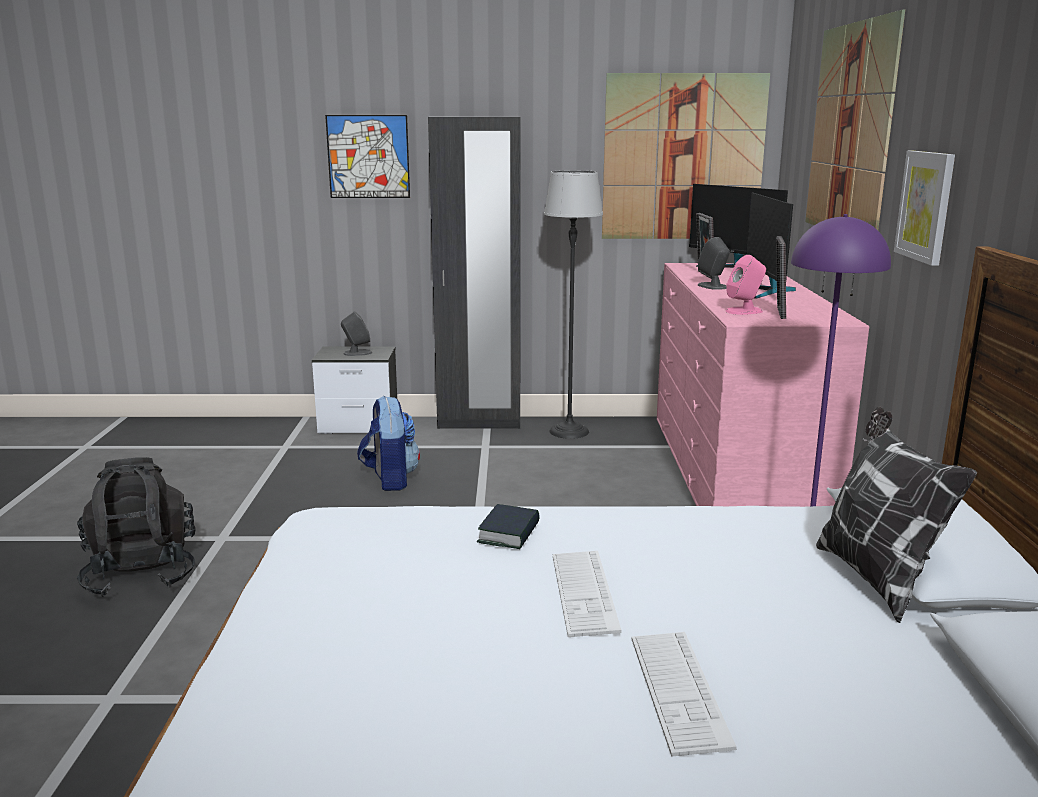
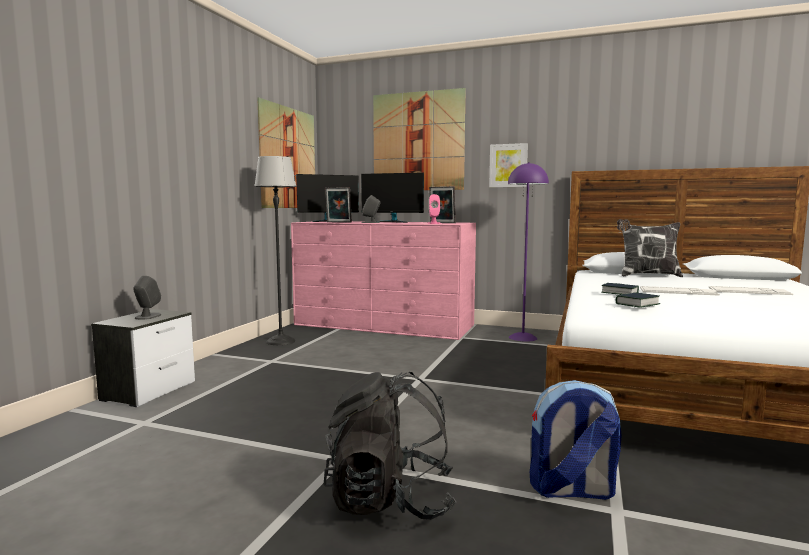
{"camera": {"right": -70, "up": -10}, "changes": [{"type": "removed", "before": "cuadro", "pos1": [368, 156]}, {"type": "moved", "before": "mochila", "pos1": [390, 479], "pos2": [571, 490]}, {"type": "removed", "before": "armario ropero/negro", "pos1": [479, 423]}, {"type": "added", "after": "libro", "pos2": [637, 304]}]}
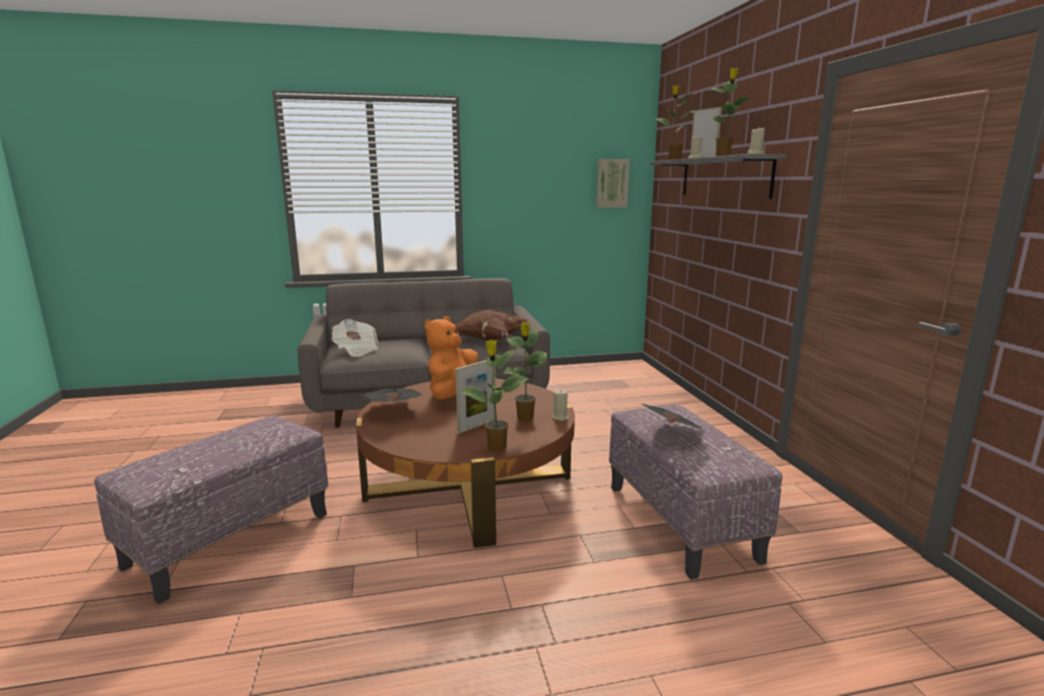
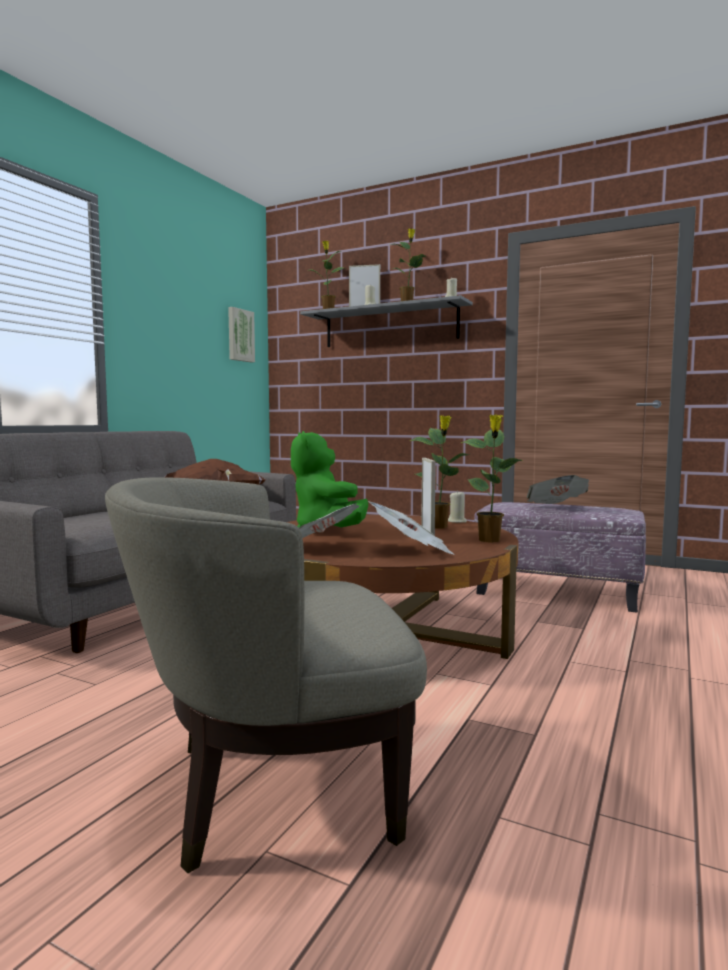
{"camera": {"right": -50, "up": -10}, "changes": [{"type": "replaced", "before": "puf", "after": "sillón/beis", "pos1": [230, 538], "pos2": [272, 789]}, {"type": "moved", "before": "periódico", "pos1": [356, 350], "pos2": [412, 551]}, {"type": "recoloured", "before": "peluche/naranja", "after": "peluche/verde", "pos1": [454, 395], "pos2": [326, 530]}]}
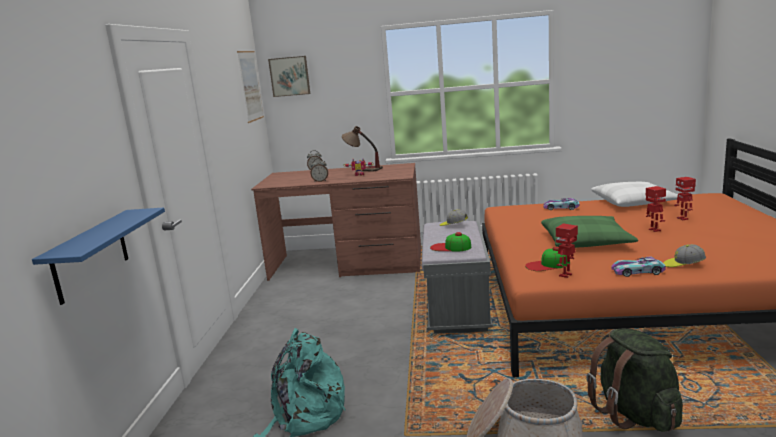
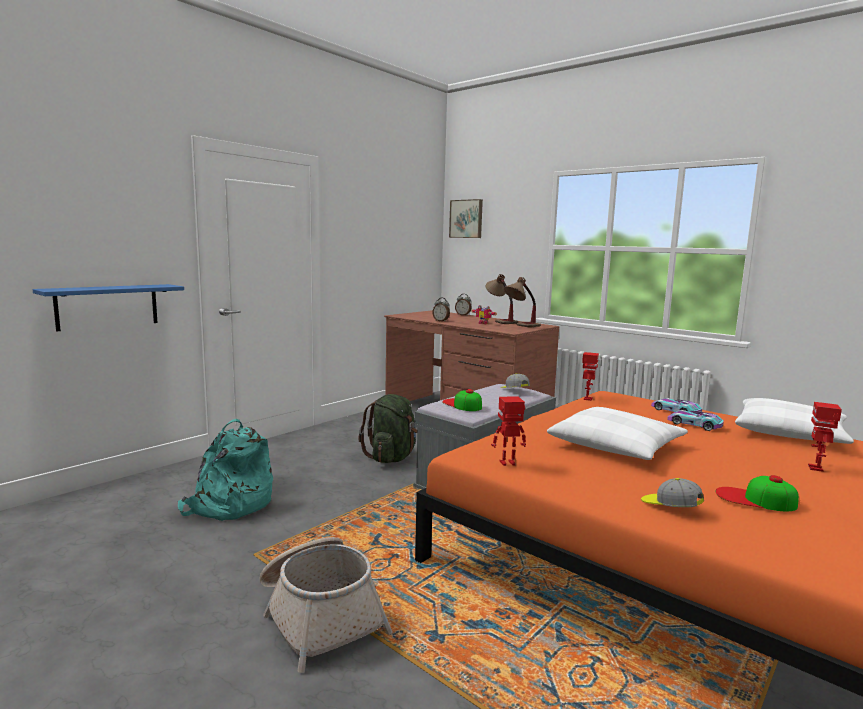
{"camera": {"right": 35, "up": -5}, "changes": [{"type": "removed", "before": "cuadro", "pos1": [250, 86]}, {"type": "moved", "before": "gorra", "pos1": [547, 265], "pos2": [755, 499]}, {"type": "recoloured", "before": "cojín/verde", "after": "cojín/blanco", "pos1": [586, 241], "pos2": [616, 446]}, {"type": "moved", "before": "mochila/verde", "pos1": [635, 414], "pos2": [391, 457]}, {"type": "moved", "before": "coche de juguete", "pos1": [637, 271], "pos2": [694, 424]}, {"type": "moved", "before": "robot de juguete", "pos1": [654, 230], "pos2": [587, 399]}, {"type": "added", "after": "lámpara de mesa", "pos2": [521, 326]}]}
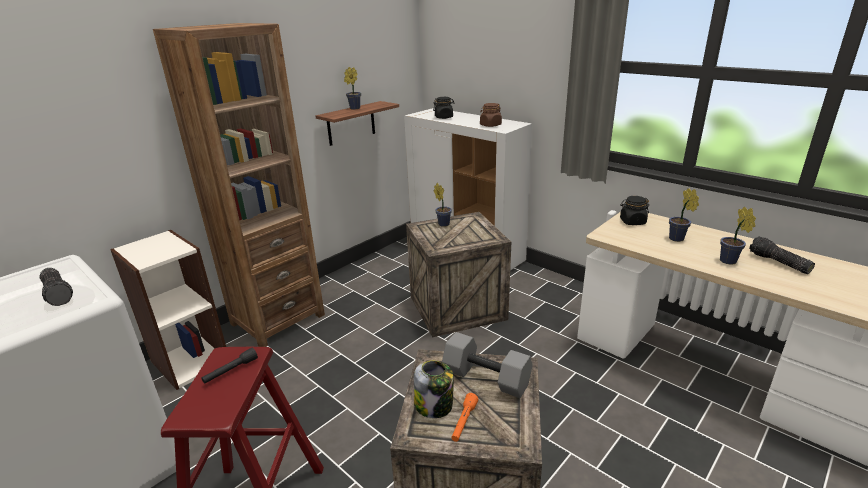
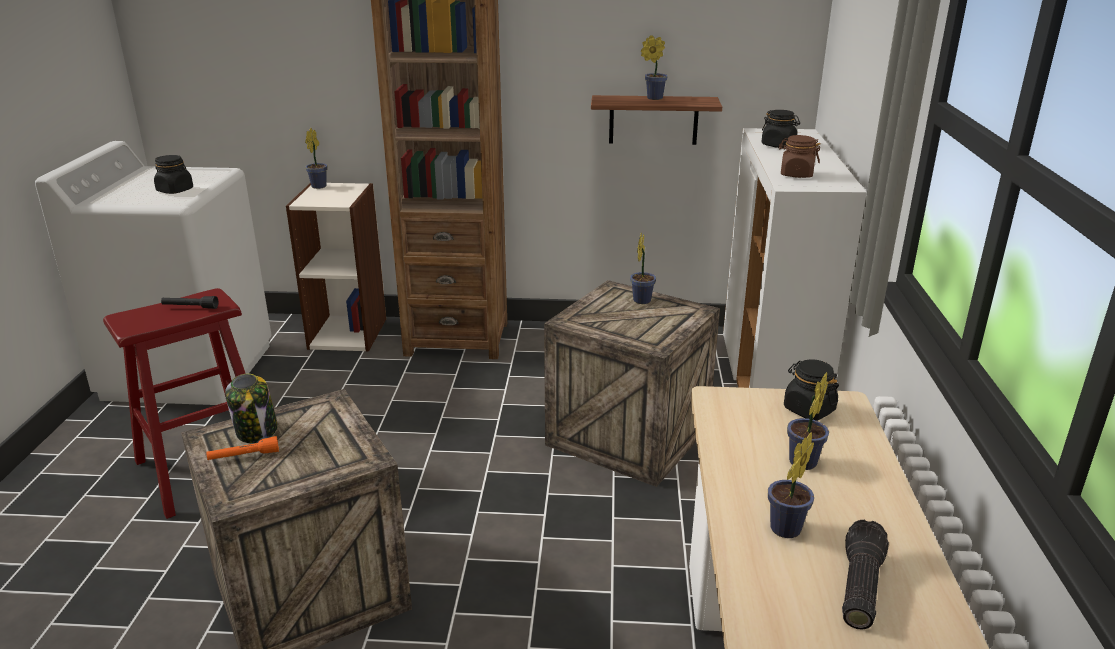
{"camera": {"right": 50, "up": 0}, "changes": [{"type": "replaced", "before": "linterna", "after": "tarro/negro", "pos1": [59, 293], "pos2": [175, 190]}, {"type": "removed", "before": "mancuerna/gris", "pos1": [485, 378]}, {"type": "added", "after": "planta en maceta", "pos2": [320, 186]}]}
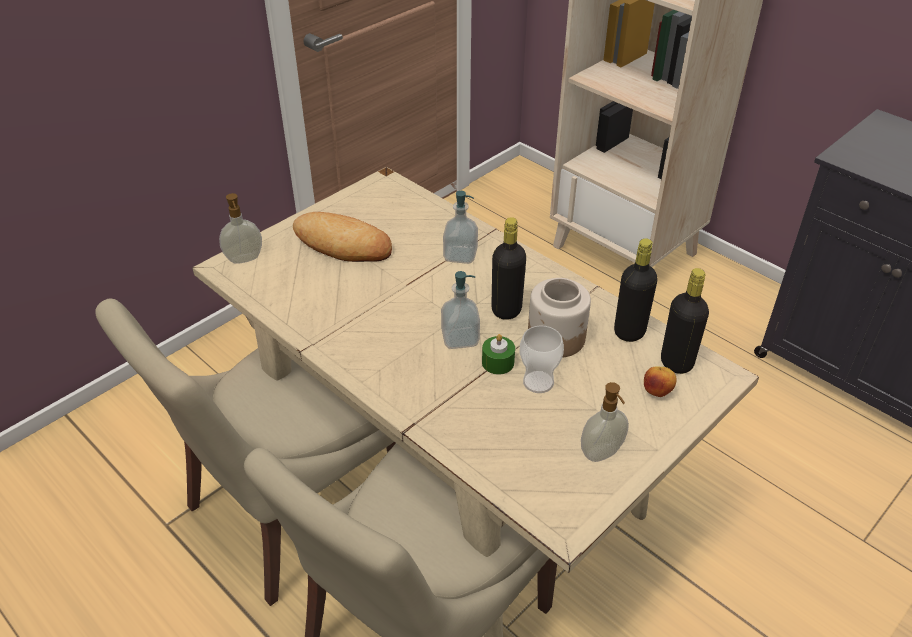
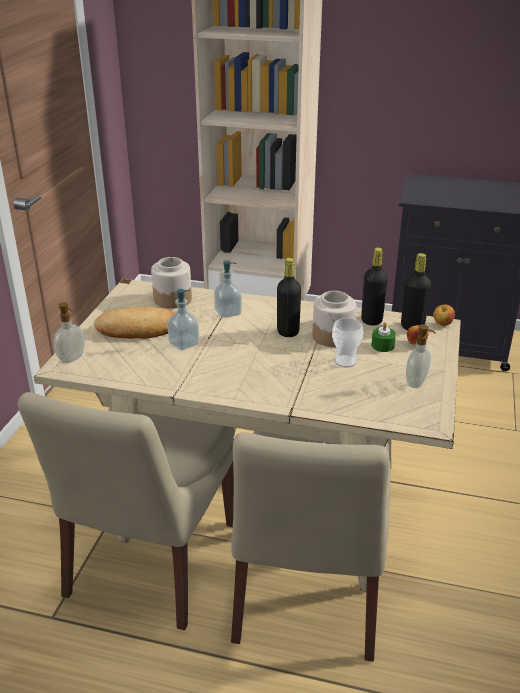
{"camera": {"right": -30, "up": -10}, "changes": [{"type": "moved", "before": "dispensador de jabón", "pos1": [460, 338], "pos2": [184, 343]}, {"type": "moved", "before": "vela/verde", "pos1": [498, 362], "pos2": [382, 345]}, {"type": "added", "after": "tarro", "pos2": [172, 299]}, {"type": "added", "after": "manzana", "pos2": [442, 324]}]}
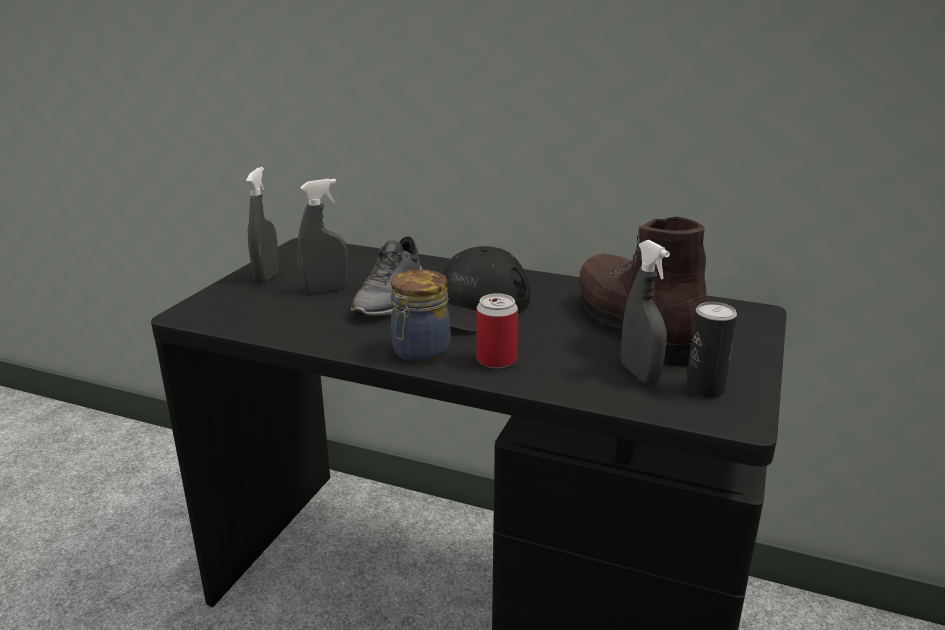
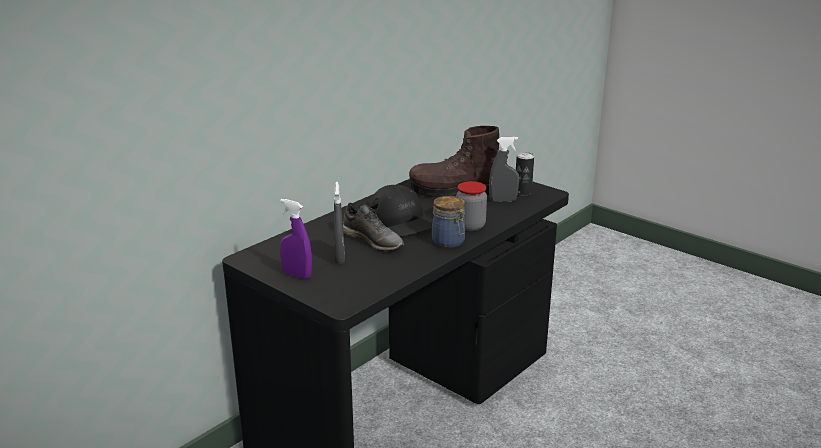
{"camera": {"right": -70, "up": 0}, "changes": [{"type": "recoloured", "before": "pulverizador/gris", "after": "pulverizador/morado", "pos1": [267, 276], "pos2": [297, 275]}, {"type": "replaced", "before": "lata", "after": "tarro", "pos1": [496, 360], "pos2": [470, 226]}]}
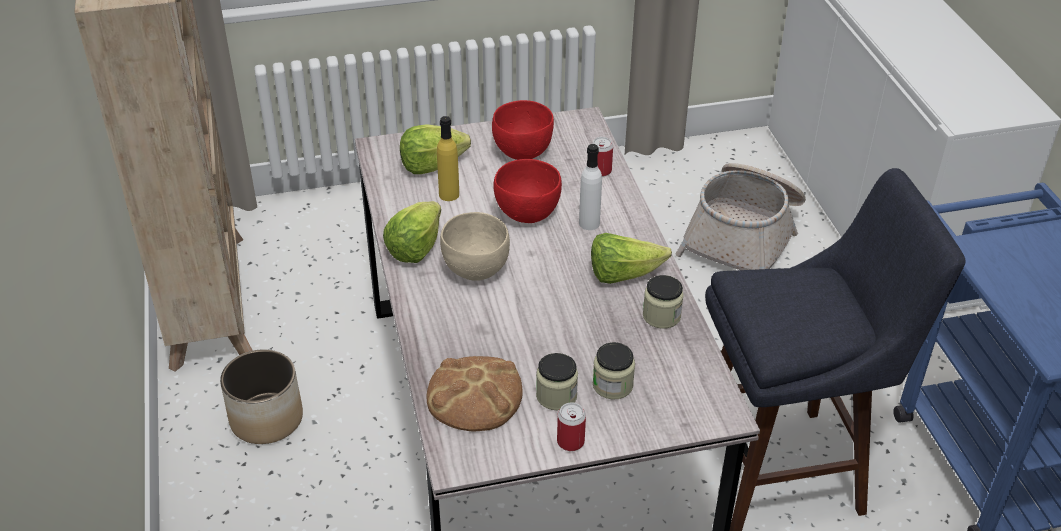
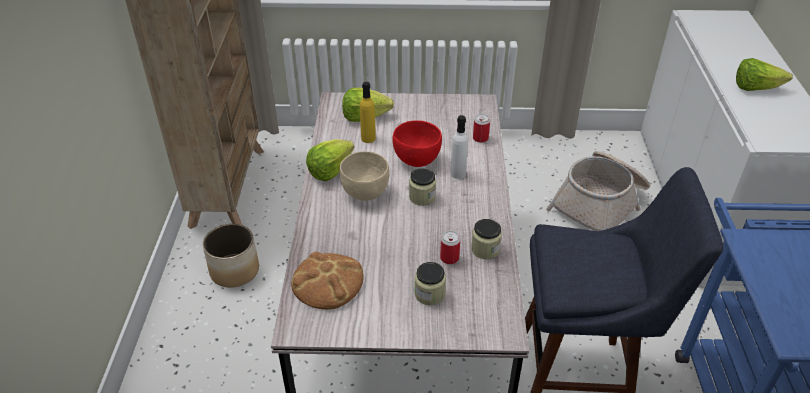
{"camera": {"right": 15, "up": 0}, "changes": [{"type": "removed", "before": "cuenco/rojo", "pos1": [522, 152]}, {"type": "moved", "before": "tarro", "pos1": [556, 396], "pos2": [422, 197]}, {"type": "moved", "before": "lata", "pos1": [570, 441], "pos2": [449, 258]}, {"type": "moved", "before": "lechuga", "pos1": [623, 274], "pos2": [755, 88]}]}
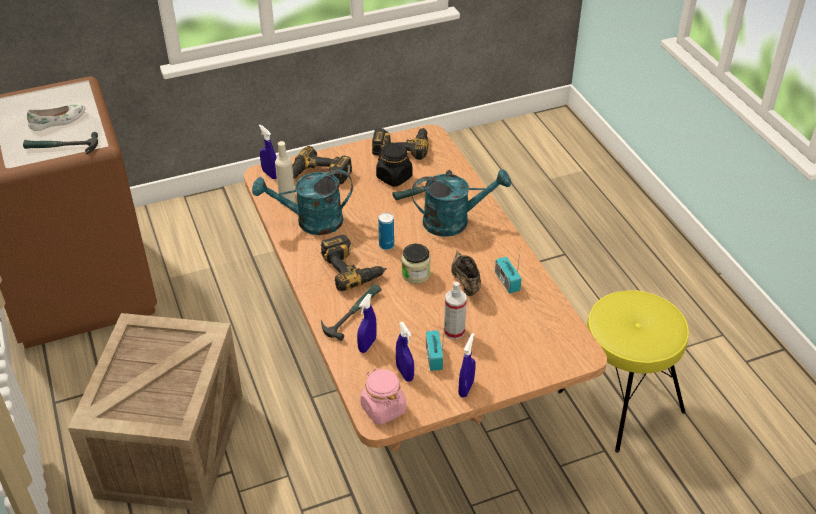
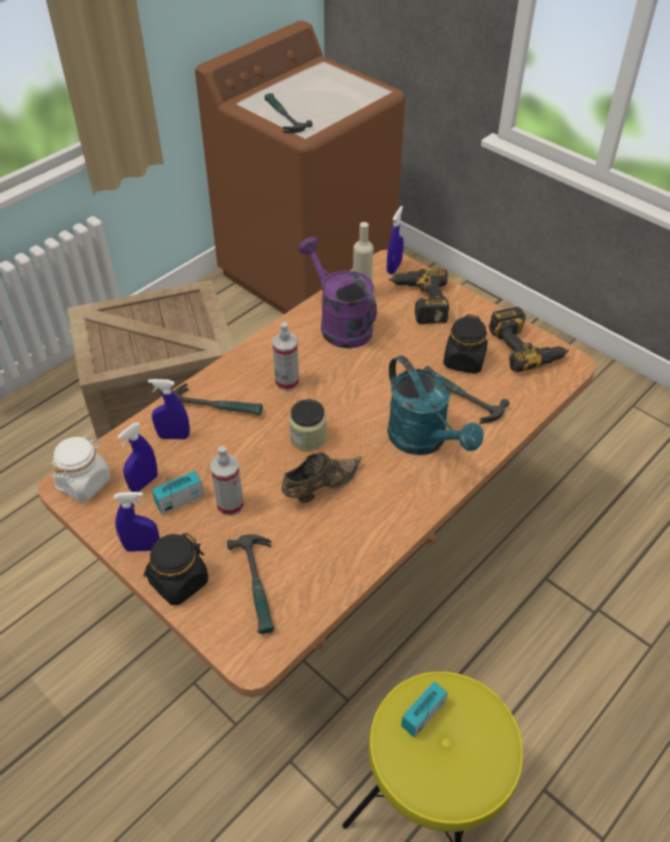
{"camera": {"right": 65, "up": 5}, "changes": [{"type": "removed", "before": "zapato/blanco", "pos1": [58, 121]}, {"type": "recoloured", "before": "regadera/turquesa", "after": "regadera/morado", "pos1": [311, 222], "pos2": [339, 324]}, {"type": "replaced", "before": "taladro", "after": "pulverizador", "pos1": [353, 268], "pos2": [287, 382]}, {"type": "recoloured", "before": "tarro/rosa", "after": "tarro/blanco", "pos1": [383, 408], "pos2": [84, 482]}, {"type": "removed", "before": "lata", "pos1": [386, 245]}, {"type": "moved", "before": "radio", "pos1": [507, 281], "pos2": [423, 714]}, {"type": "added", "after": "tarro/negro", "pos2": [179, 582]}, {"type": "added", "after": "martillo", "pos2": [258, 585]}]}
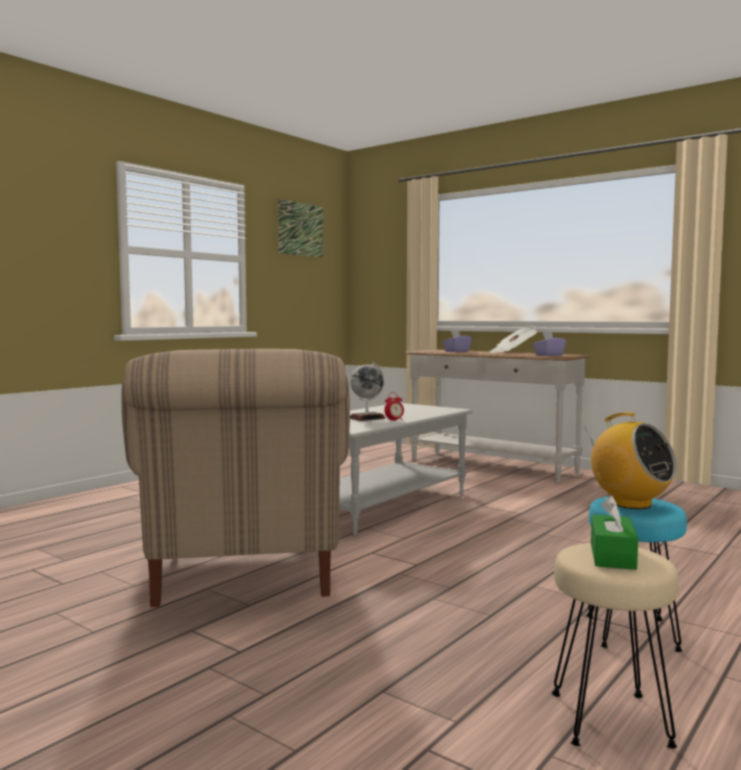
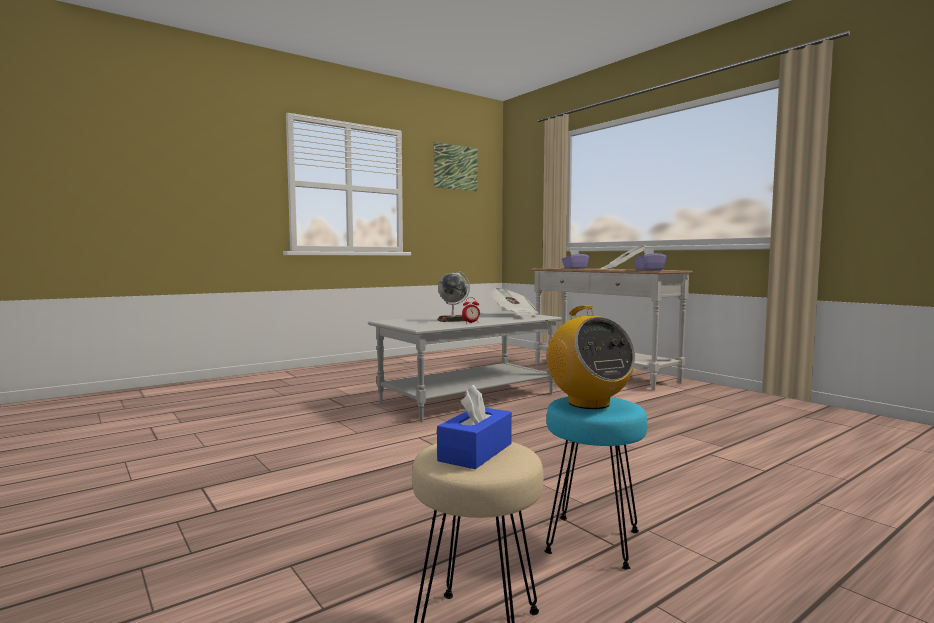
{"camera": {"right": 15, "up": 0}, "changes": [{"type": "removed", "before": "sillón/beis", "pos1": [244, 574]}, {"type": "recoloured", "before": "caja de pañuelos/verde", "after": "caja de pañuelos/azul", "pos1": [612, 556], "pos2": [475, 452]}, {"type": "added", "after": "periódico", "pos2": [514, 316]}]}
